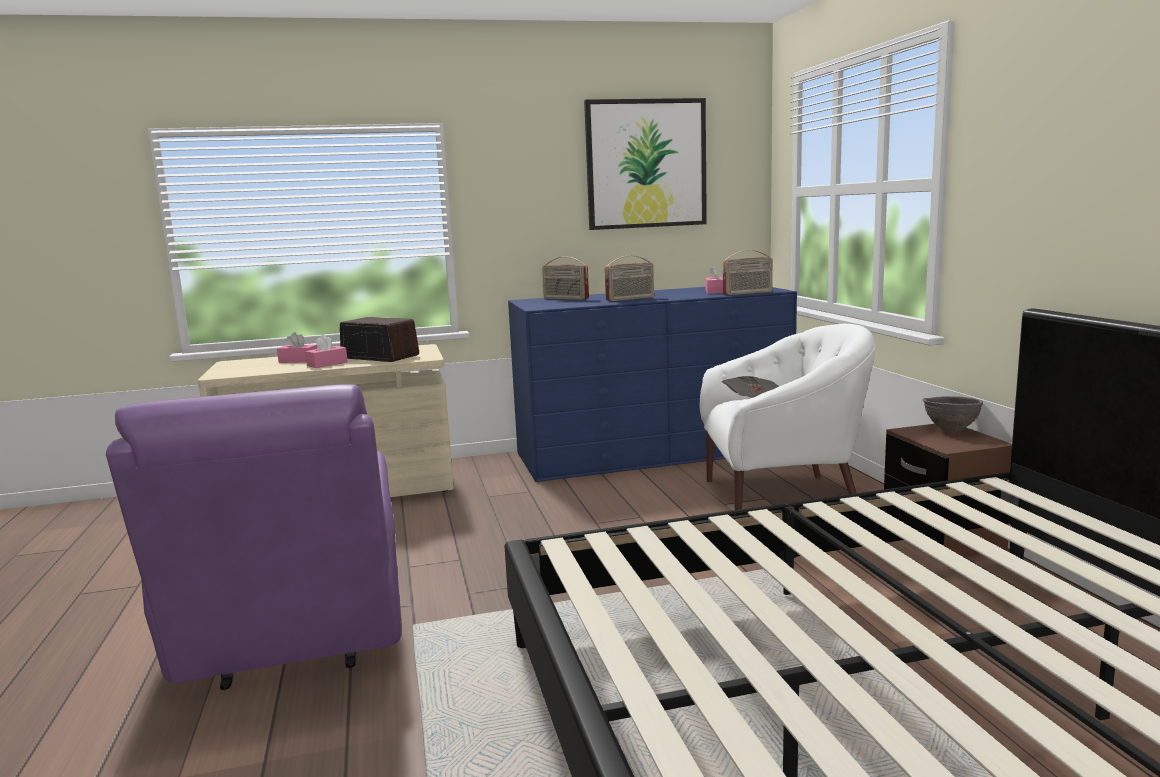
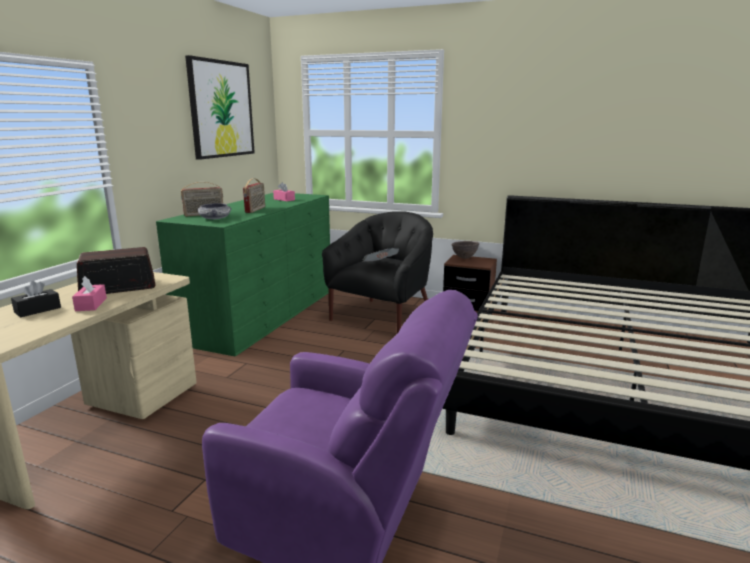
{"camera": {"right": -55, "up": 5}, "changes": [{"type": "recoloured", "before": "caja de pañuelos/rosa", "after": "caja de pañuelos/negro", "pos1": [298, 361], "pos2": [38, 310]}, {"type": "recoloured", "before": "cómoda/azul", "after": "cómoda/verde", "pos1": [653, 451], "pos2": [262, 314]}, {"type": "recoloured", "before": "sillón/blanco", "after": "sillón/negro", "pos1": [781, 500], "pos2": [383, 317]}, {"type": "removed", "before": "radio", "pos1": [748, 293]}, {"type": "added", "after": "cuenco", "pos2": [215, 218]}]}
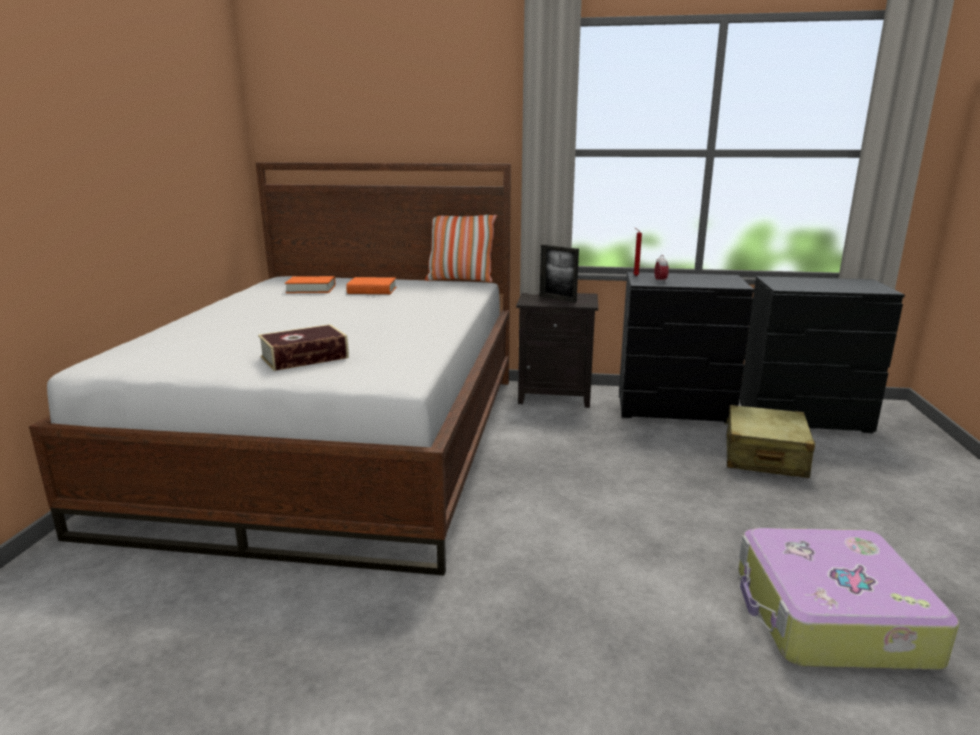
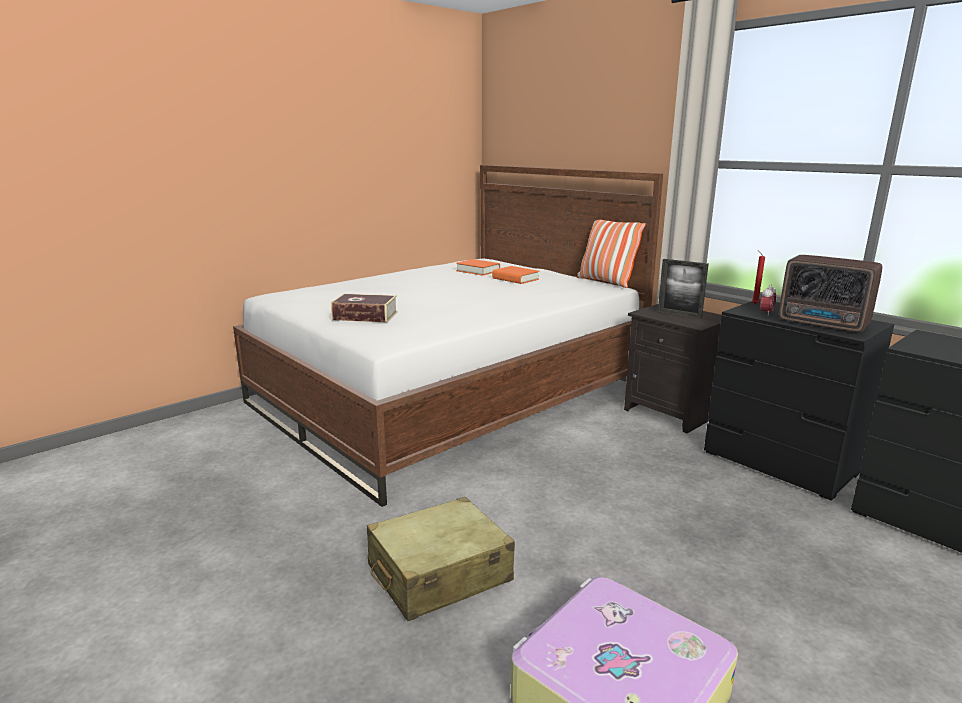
{"camera": {"right": 40, "up": 0}, "changes": [{"type": "turned", "before": "portarretratos", "pos1": [557, 299], "pos2": [679, 315], "turn": -45}, {"type": "moved", "before": "maleta/beis", "pos1": [764, 456], "pos2": [439, 574]}, {"type": "added", "after": "radio", "pos2": [824, 324]}]}
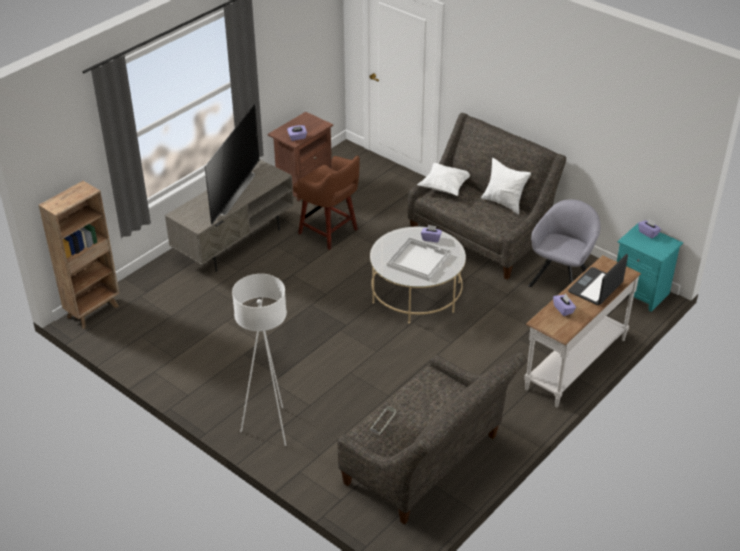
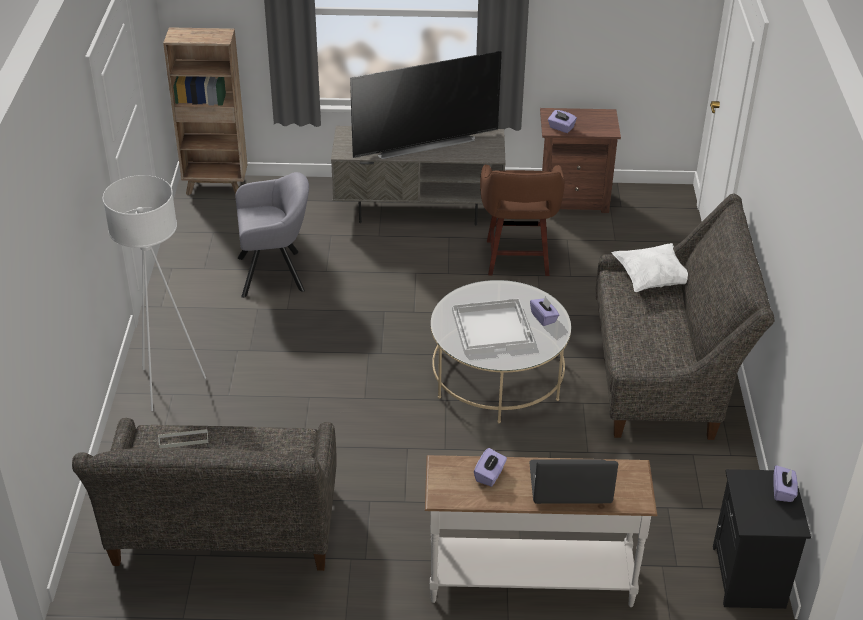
{"camera": {"right": 50, "up": 0}, "changes": [{"type": "removed", "before": "cojín/blanco", "pos1": [504, 203]}, {"type": "moved", "before": "sillón/gris", "pos1": [561, 279], "pos2": [276, 273]}, {"type": "recoloured", "before": "mesita de noche/turquesa", "after": "mesita de noche/negro", "pos1": [641, 293], "pos2": [750, 578]}]}
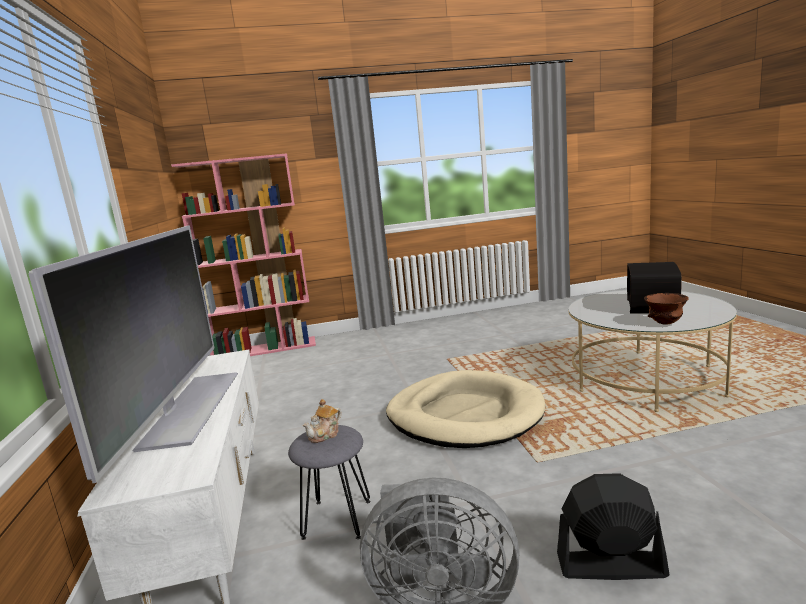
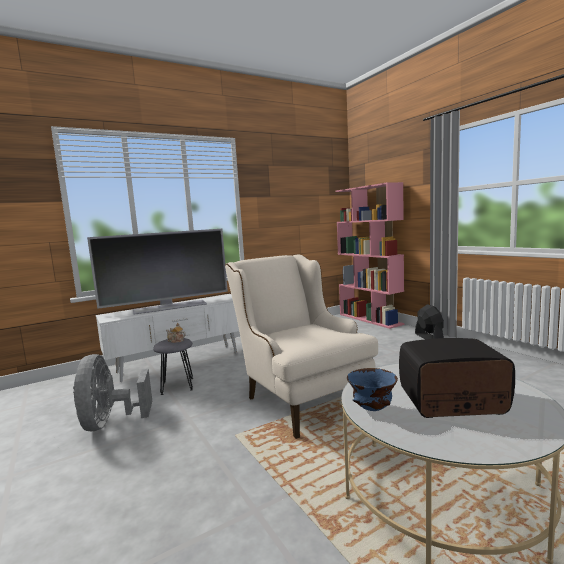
{"camera": {"right": 70, "up": -5}, "changes": [{"type": "replaced", "before": "cama para perro/beis", "after": "sillón/beis", "pos1": [464, 415], "pos2": [300, 398]}, {"type": "moved", "before": "ventilador/negro", "pos1": [610, 565], "pos2": [429, 337]}, {"type": "recoloured", "before": "cuenco/marrón", "after": "cuenco/azul", "pos1": [665, 324], "pos2": [371, 408]}]}
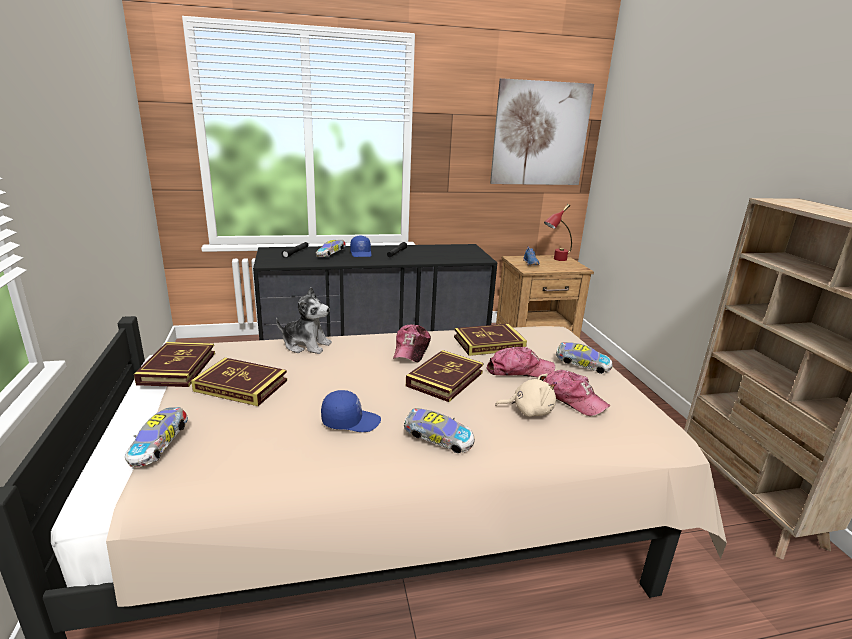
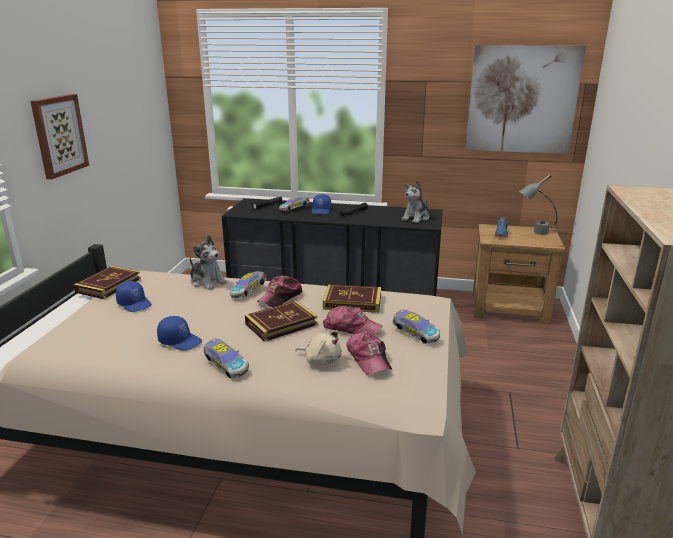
{"camera": {"right": 25, "up": 0}, "changes": [{"type": "moved", "before": "coche de juguete", "pos1": [160, 446], "pos2": [249, 291]}, {"type": "replaced", "before": "libro", "after": "gorra/azul", "pos1": [241, 386], "pos2": [135, 304]}, {"type": "recoloured", "before": "lámpara de mesa/rojo", "after": "lámpara de mesa/gris", "pos1": [555, 260], "pos2": [534, 233]}, {"type": "added", "after": "cuadro", "pos2": [59, 135]}, {"type": "added", "after": "peluche", "pos2": [416, 218]}]}
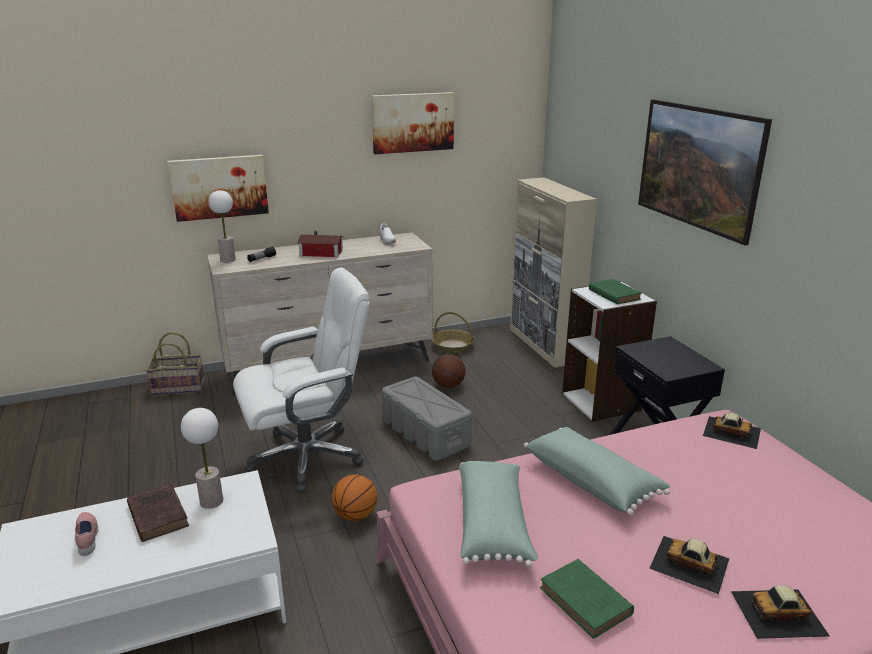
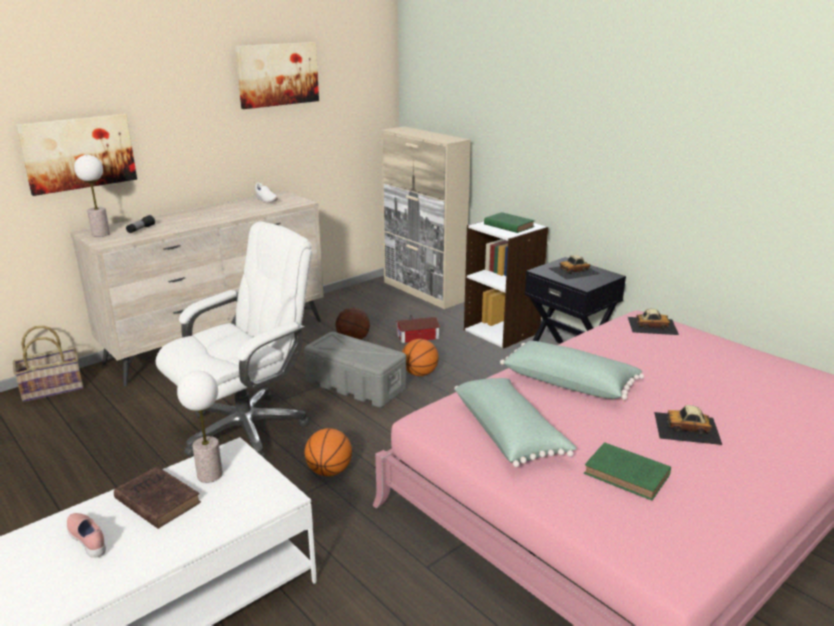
{"camera": {"right": -20, "up": 0}, "changes": [{"type": "moved", "before": "casita", "pos1": [322, 253], "pos2": [419, 336]}, {"type": "removed", "before": "cesta", "pos1": [453, 346]}, {"type": "removed", "before": "cuadro", "pos1": [693, 195]}, {"type": "moved", "before": "coche de juguete", "pos1": [779, 613], "pos2": [574, 271]}, {"type": "added", "after": "balón de baloncesto", "pos2": [419, 373]}]}
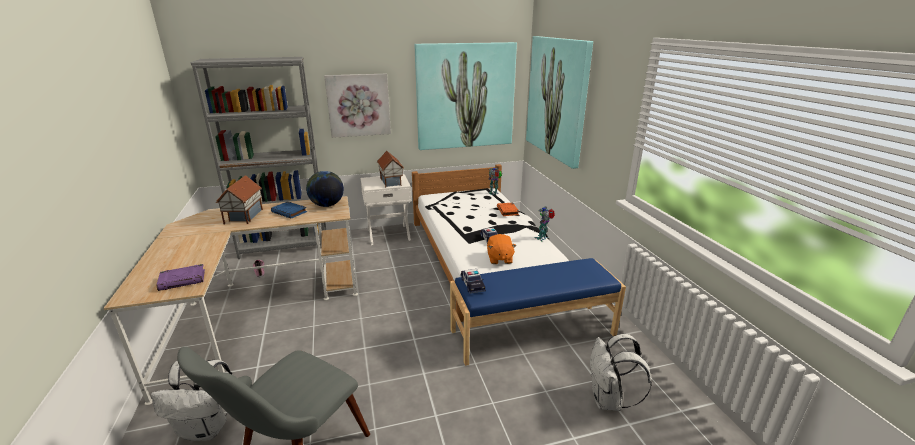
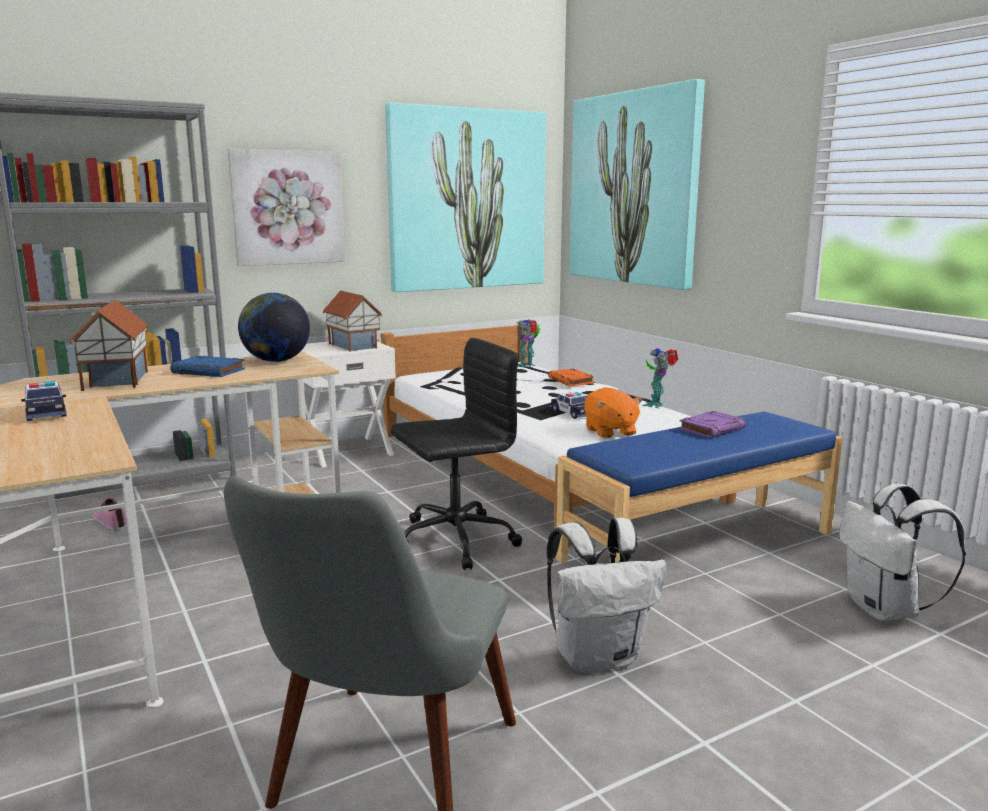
{"camera": {"right": -15, "up": -10}, "changes": [{"type": "moved", "before": "mochila/blanco", "pos1": [206, 429], "pos2": [598, 657]}, {"type": "moved", "before": "libro/morado", "pos1": [183, 280], "pos2": [712, 429]}, {"type": "moved", "before": "coche de juguete", "pos1": [472, 284], "pos2": [46, 412]}, {"type": "added", "after": "silla de oficina/negro", "pos2": [453, 540]}]}
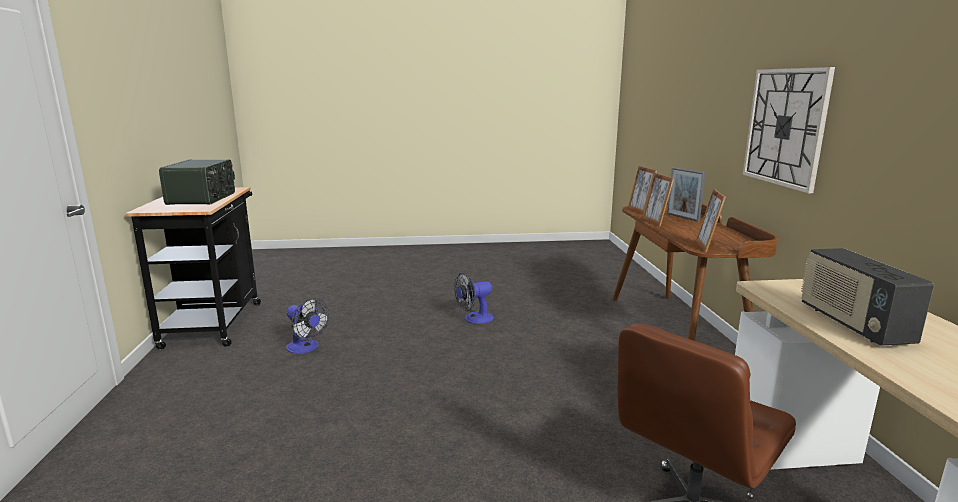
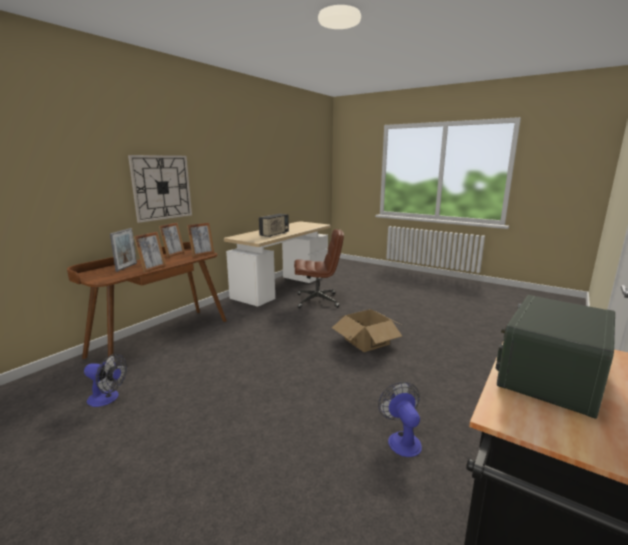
{"camera": {"right": -140, "up": 0}, "changes": [{"type": "moved", "before": "ventilador", "pos1": [474, 319], "pos2": [107, 399]}, {"type": "moved", "before": "portarretratos", "pos1": [640, 211], "pos2": [174, 254]}, {"type": "added", "after": "caja de cartón", "pos2": [366, 341]}]}
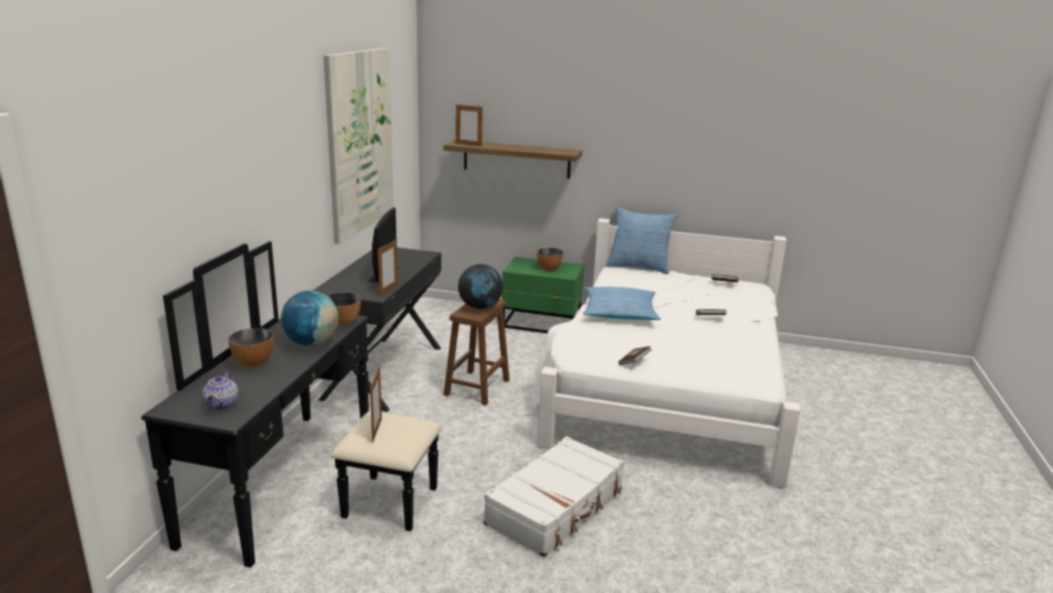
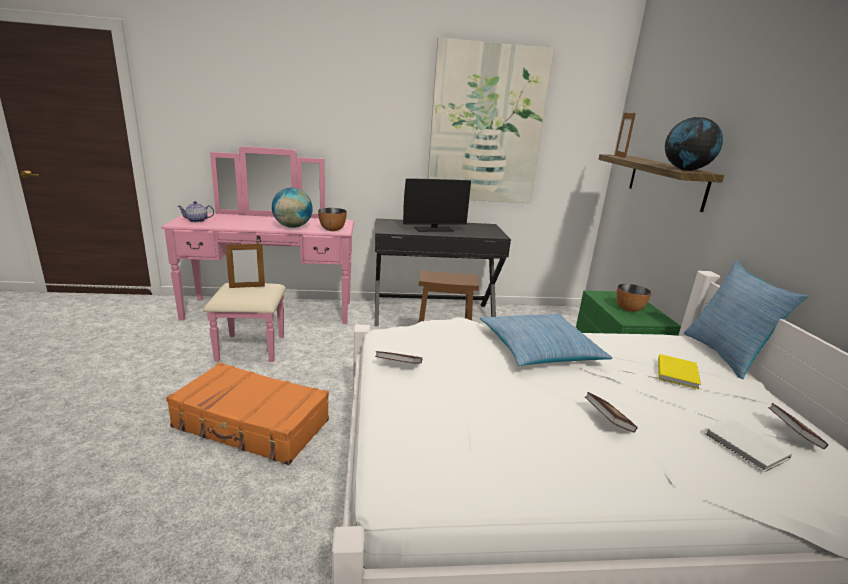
{"camera": {"right": 70, "up": 0}, "changes": [{"type": "recoloured", "before": "cómoda/negro", "after": "cómoda/rosa", "pos1": [307, 485], "pos2": [267, 318]}, {"type": "removed", "before": "cuenco", "pos1": [253, 363]}, {"type": "removed", "before": "portarretratos", "pos1": [388, 290]}, {"type": "moved", "before": "globo terráqueo", "pos1": [480, 307], "pos2": [686, 170]}, {"type": "recoloured", "before": "maleta/blanco", "after": "maleta/naranja", "pos1": [556, 507], "pos2": [251, 425]}, {"type": "added", "after": "libro/amarillo", "pos2": [678, 373]}, {"type": "added", "after": "libro/blanco", "pos2": [747, 447]}]}
